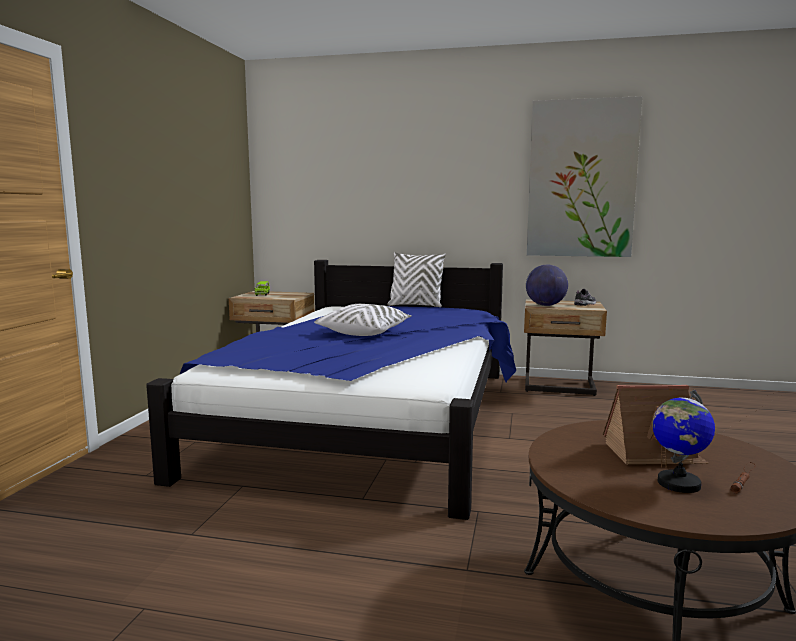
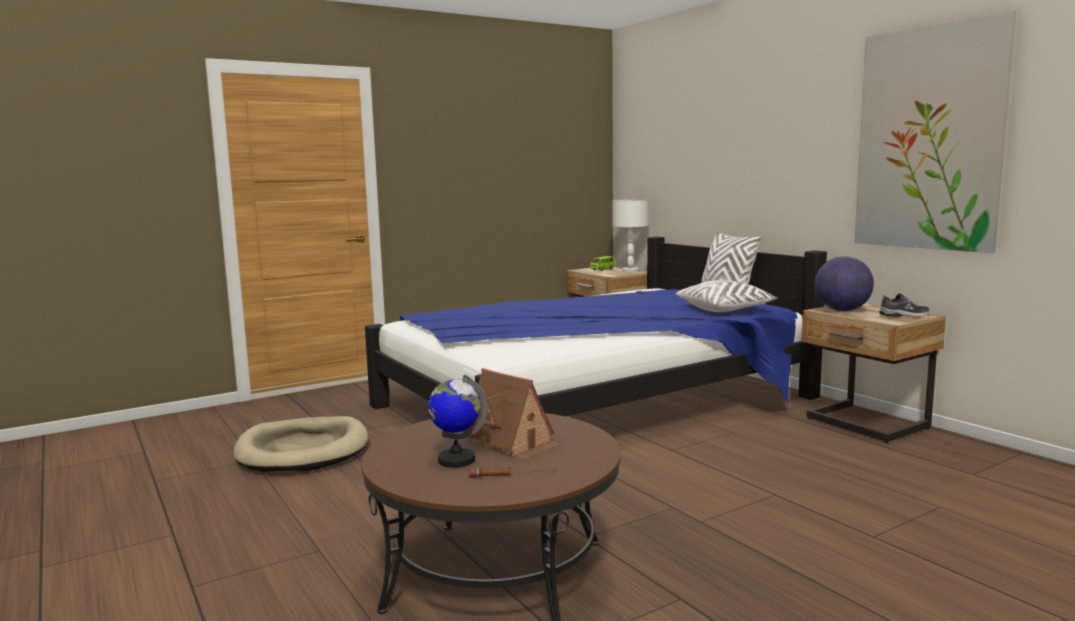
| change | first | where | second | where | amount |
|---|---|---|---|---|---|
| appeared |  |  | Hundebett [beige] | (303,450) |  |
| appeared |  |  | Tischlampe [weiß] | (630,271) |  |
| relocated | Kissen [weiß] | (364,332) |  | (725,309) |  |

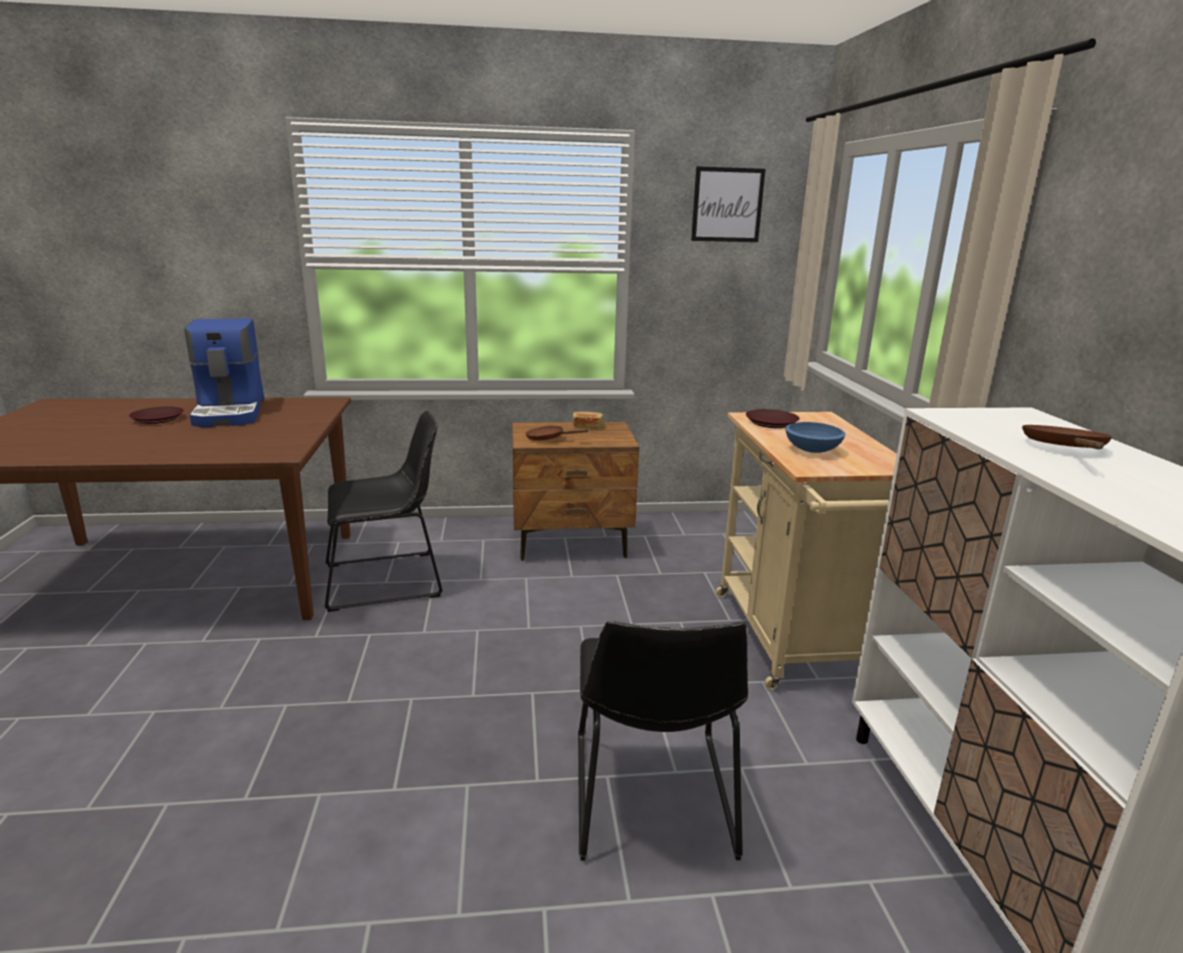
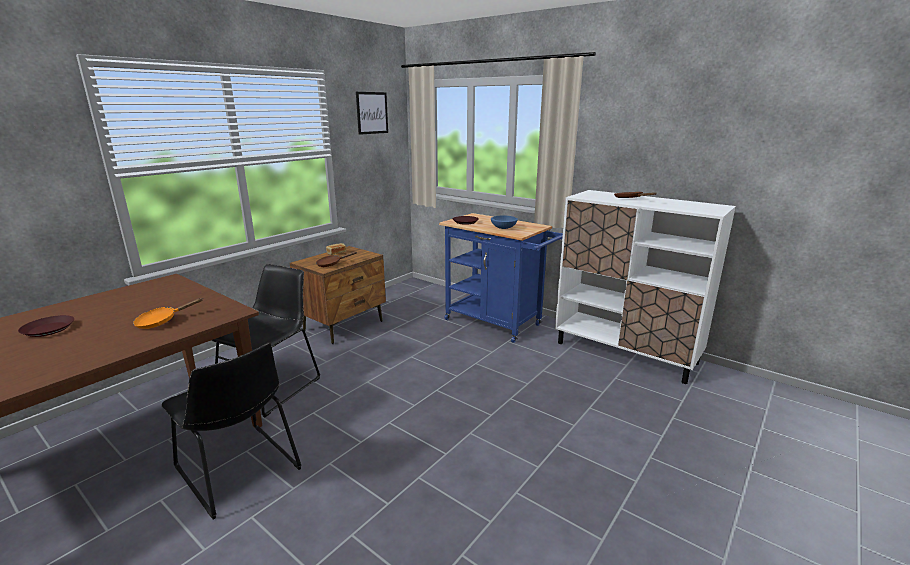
| change | first | where | second | where | amount |
|---|---|---|---|---|---|
| missing | Kaffeemaschine | (231,412) |  |  |  |
| appeared |  |  | Pfanne [orange] | (161,321) |  |
| relocated | Stuhl [schwarz] | (652,801) |  | (240,471) |  |
| colour | Rollwagen [beige] | (795,643) | Rollwagen [blau] | (497,323) |  |

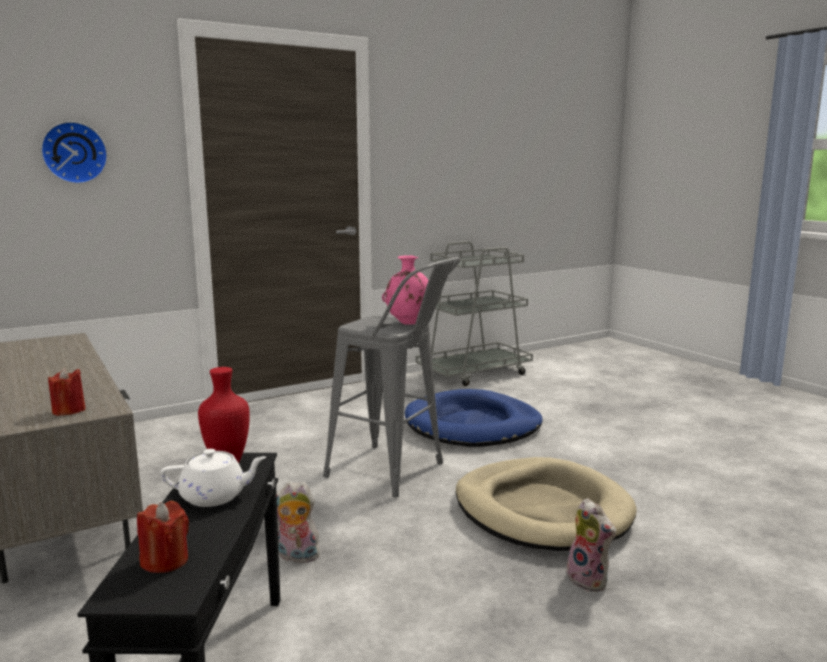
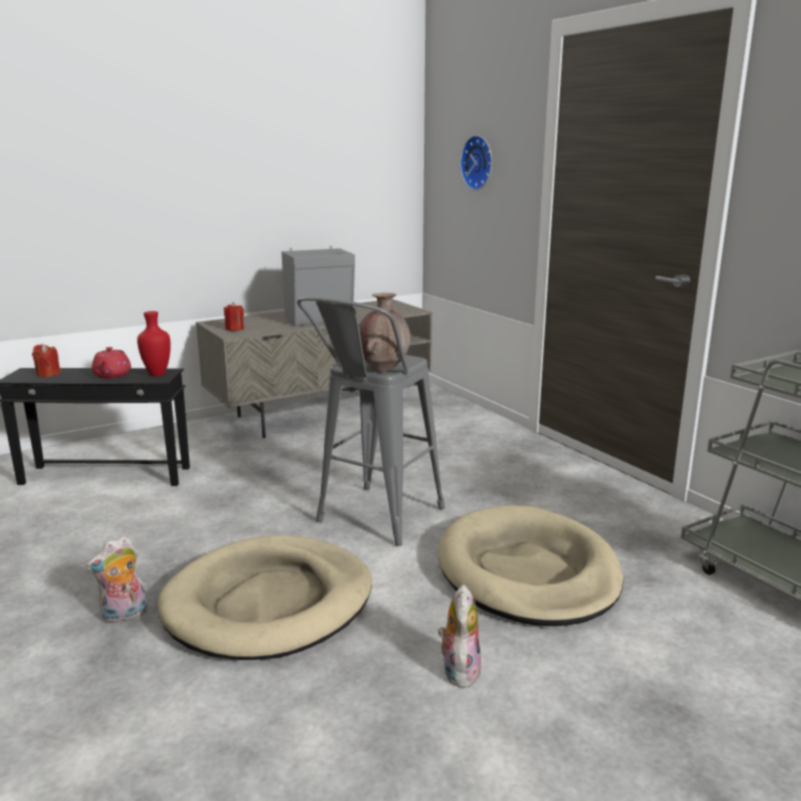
| change | first | where | second | where | amount |
|---|---|---|---|---|---|
| appeared |  |  | Lautsprecher [grau] | (321,320) |  |
| relocated | Plüschtier | (296,557) |  | (458,670) |  |
| colour | Teekanne [weiß] | (215,496) | Teekanne [rot] | (112,375) |  |
| colour | Vase [rosa] | (408,323) | Vase [braun] | (383,369) |  |
| colour | Hundebett [blau] | (473,425) | Hundebett [beige] | (527,572) |  |

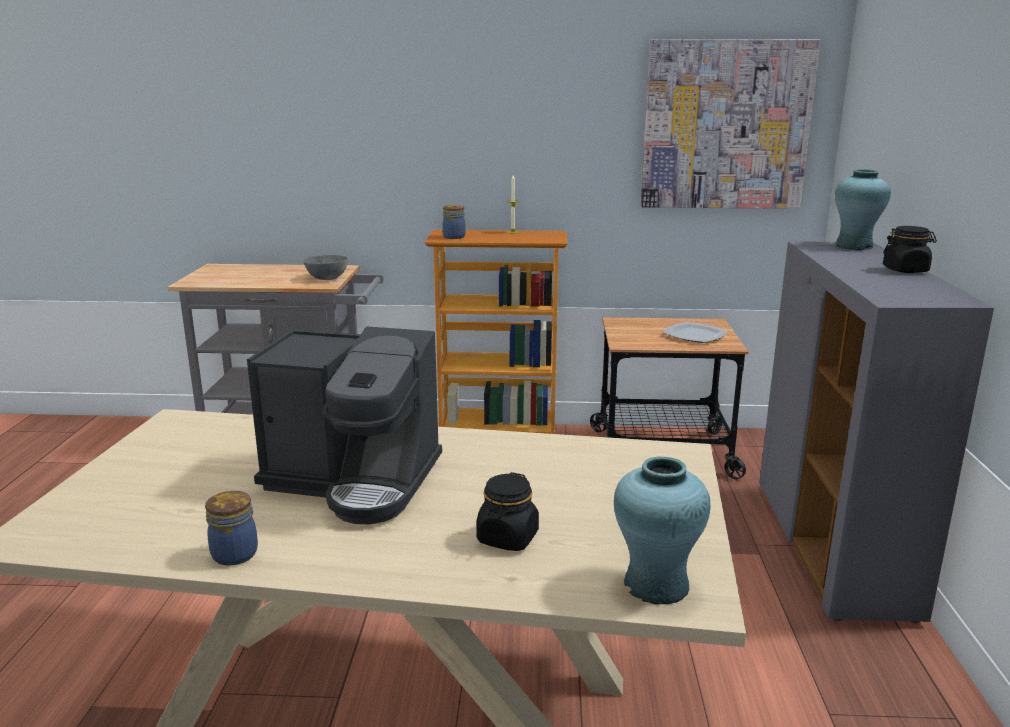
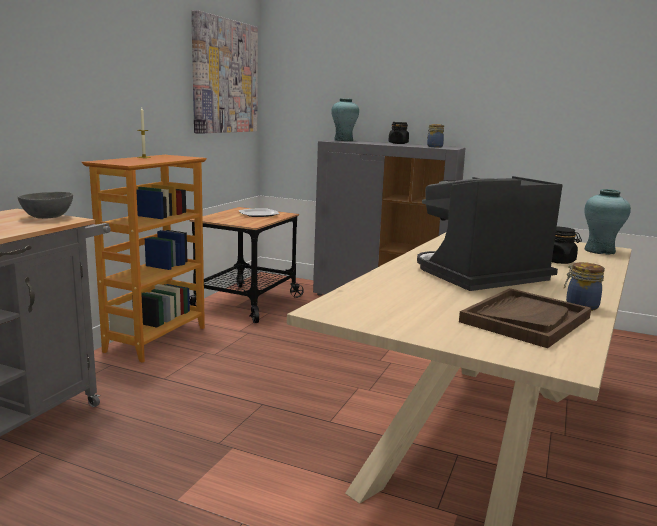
| change | first | where | second | where | amount |
|---|---|---|---|---|---|
| appeared |  |  | Tablett [braun] | (525,320) |  |
| relocated | Vorratsglas | (454,237) |  | (434,147) |  |
| spun | Kaffeemaschine | (355,481) |  | (481,276) | 150 degrees counterclockwise |

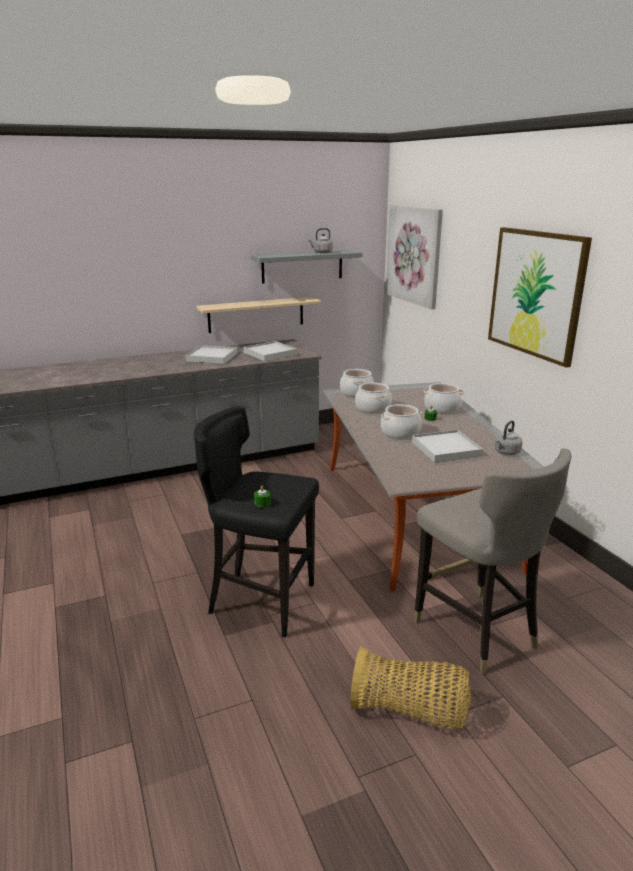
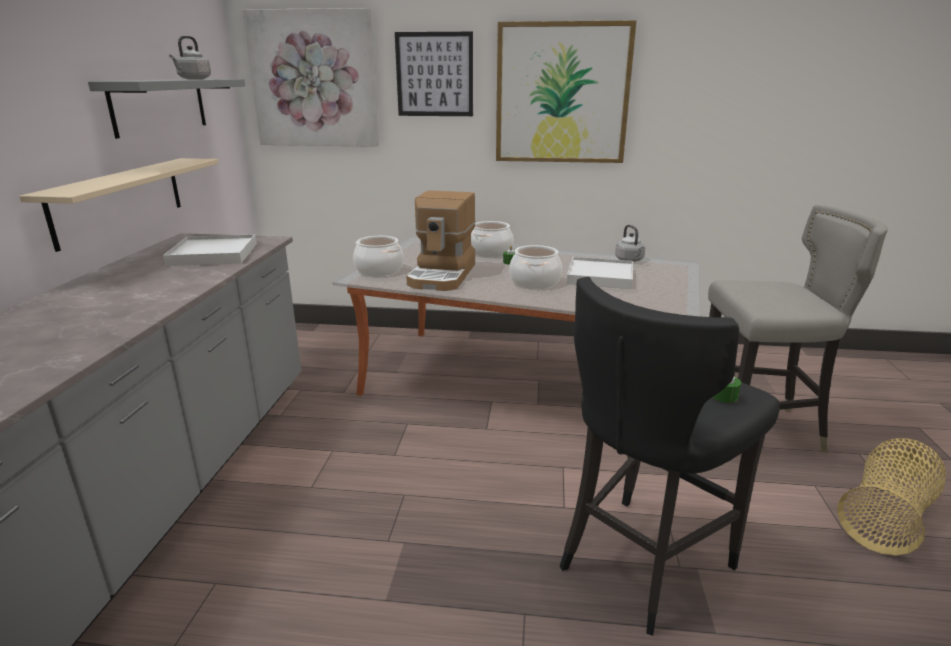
| change | first | where | second | where | amount |
|---|---|---|---|---|---|
| missing | Tablett [weiß] | (212,357) |  |  |  |
| appeared |  |  | Bild | (434,75) |  |
| exchanged | Kochtopf | (373,408) | Kaffeemaschine | (443,275) |  |

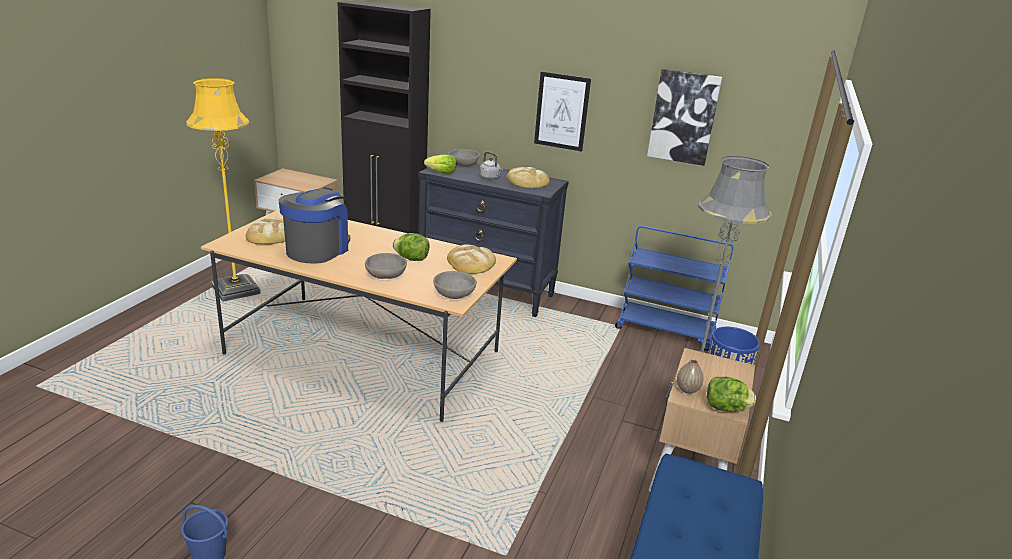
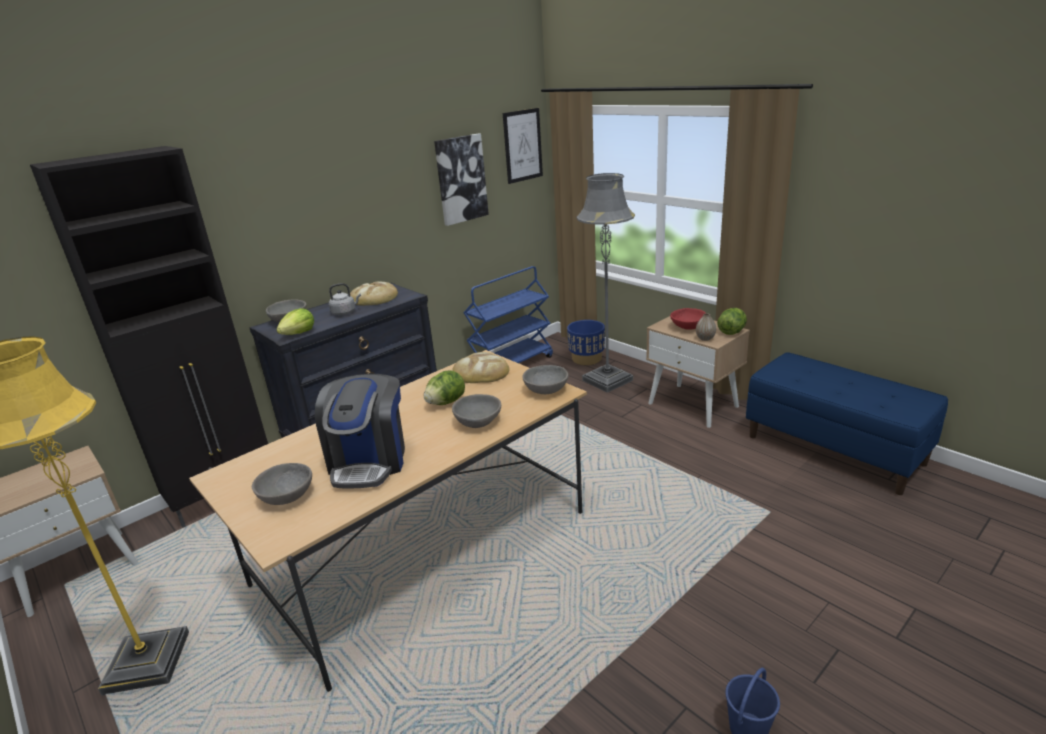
| change | first | where | second | where | amount |
|---|---|---|---|---|---|
| appeared |  |  | Schüssel [rot] | (687,327) |  |
| relocated | Bild | (561,111) |  | (522,145) |  |
| exchanged | Brot | (271,235) | Schüssel [grau] | (288,496) |  |
| spun | Kaffeemaschine | (317,250) |  | (369,461) | 135 degrees counterclockwise |

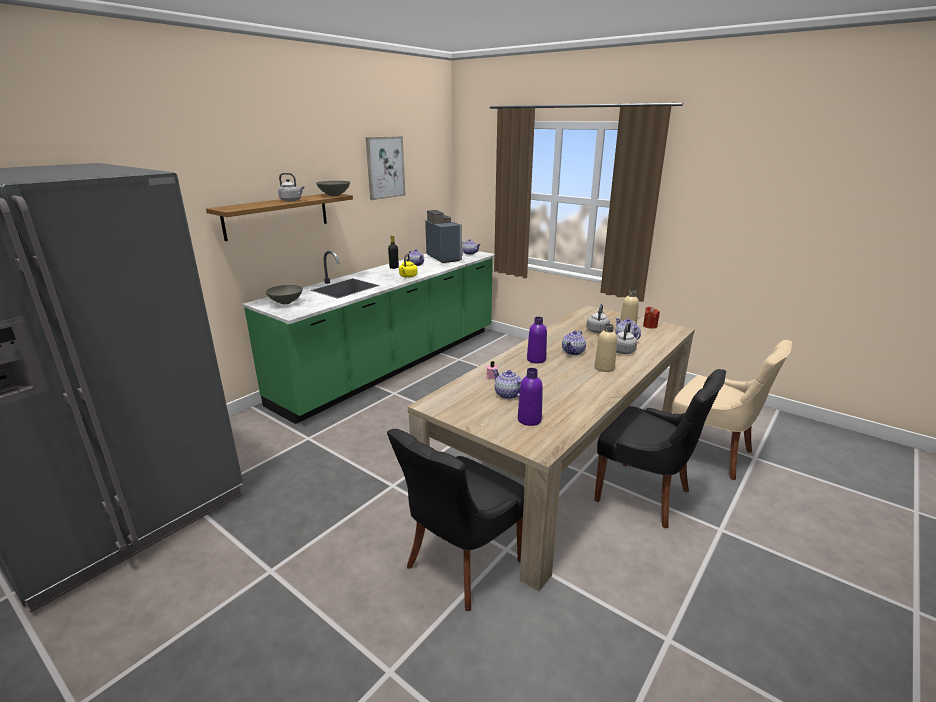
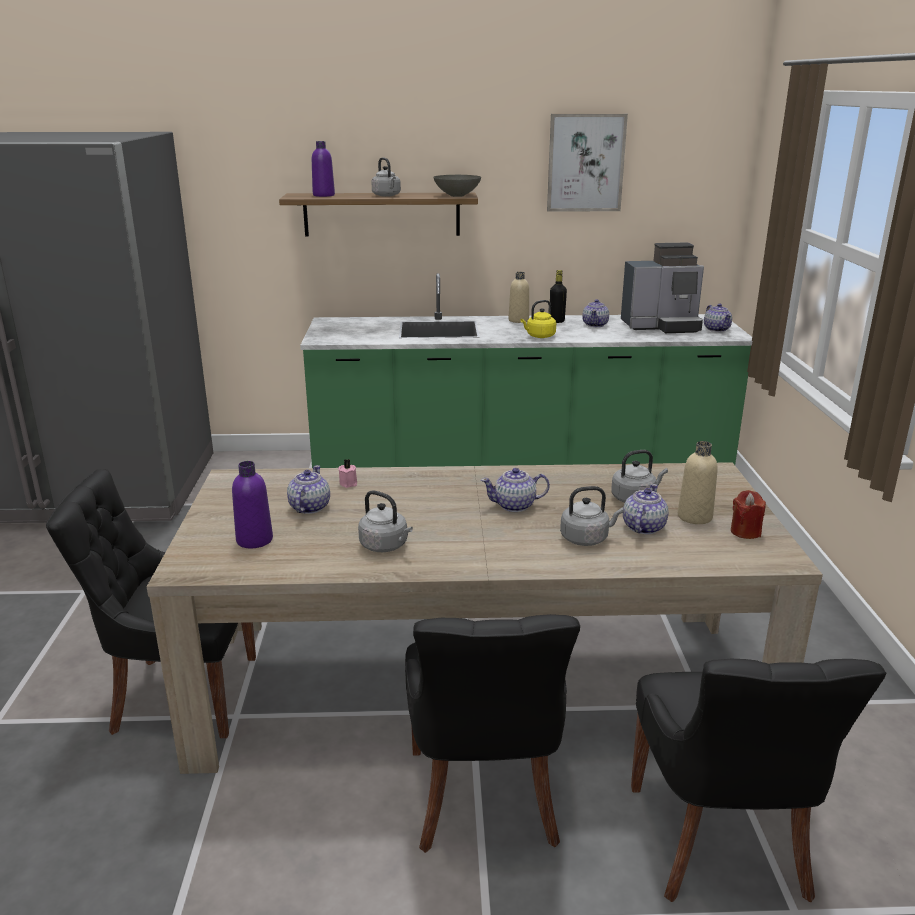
| change | first | where | second | where | amount |
|---|---|---|---|---|---|
| missing | Schüssel [grau] | (286,302) |  |  |  |
| appeared |  |  | Wasserkessel [grau] | (386,546) |  |
| relocated | Flasche [lila] | (536,359) |  | (323,195) |  |
| relocated | Flasche [beige] | (604,368) |  | (518,320) |  |
| colour | Stuhl [beige] | (712,454) | Stuhl [schwarz] | (720,844) |  |
| spun | Kaffeemaschine | (445,257) |  | (662,326) | 60 degrees clockwise |

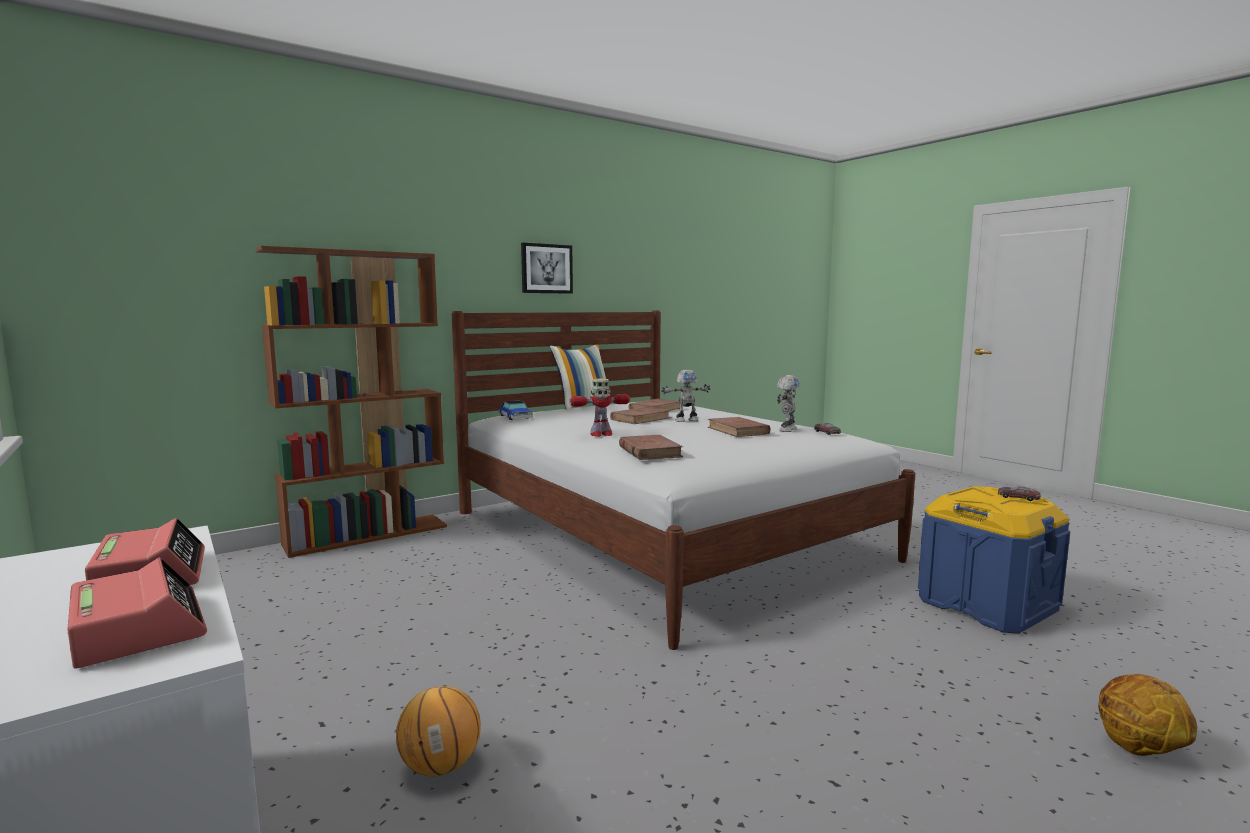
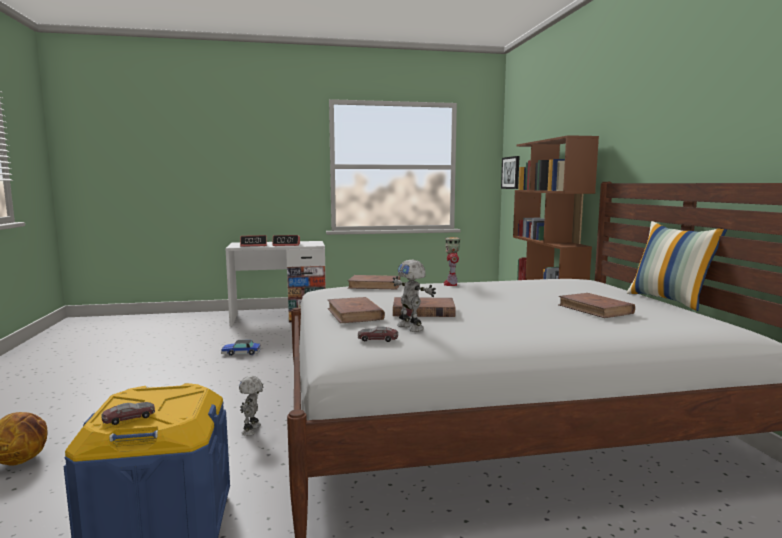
| change | first | where | second | where | amount |
|---|---|---|---|---|---|
| missing | Basketball | (440,766) |  |  |  |
| relocated | Spielzeugauto | (515,417) |  | (241,353) |  |
| relocated | Bild | (546,268) |  | (511,172) |  |
| relocated | Buch [braun] | (640,419) |  | (354,314) |  |
| relocated | Spielzeugroboter | (686,420) |  | (252,430) |  |

